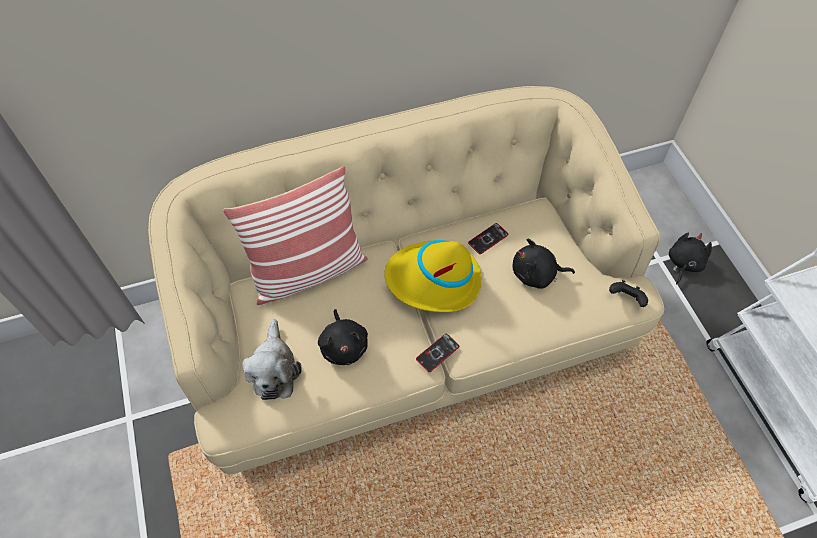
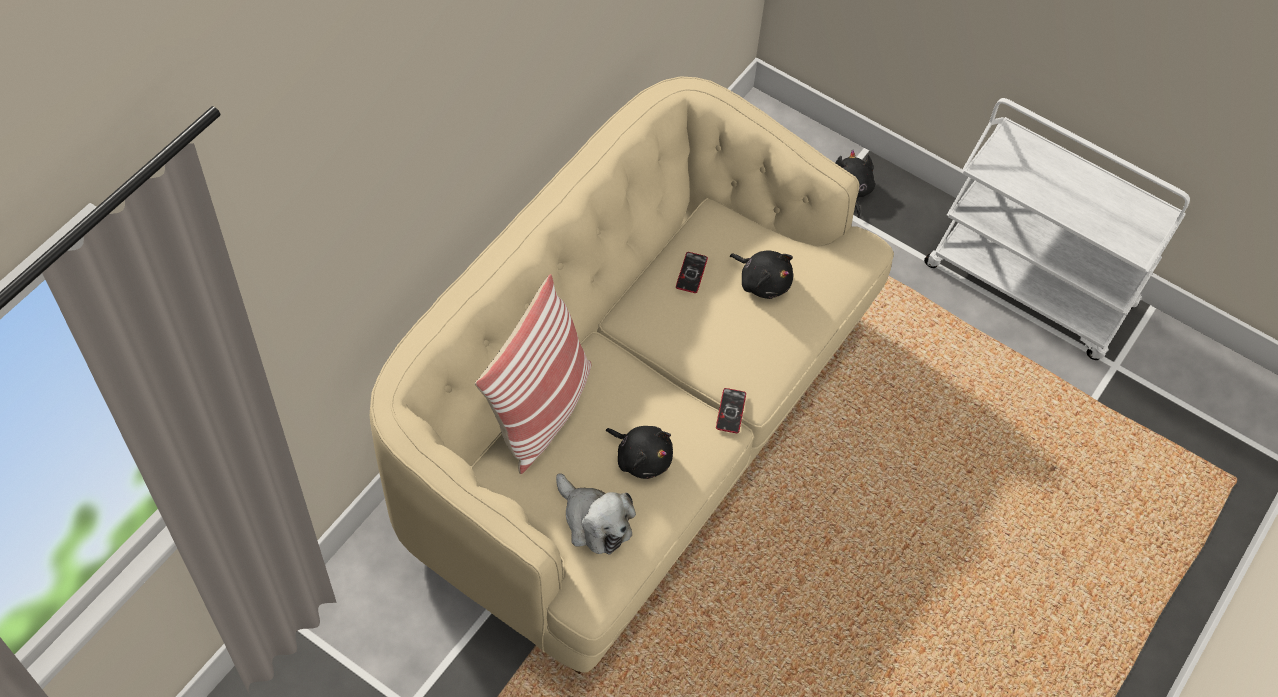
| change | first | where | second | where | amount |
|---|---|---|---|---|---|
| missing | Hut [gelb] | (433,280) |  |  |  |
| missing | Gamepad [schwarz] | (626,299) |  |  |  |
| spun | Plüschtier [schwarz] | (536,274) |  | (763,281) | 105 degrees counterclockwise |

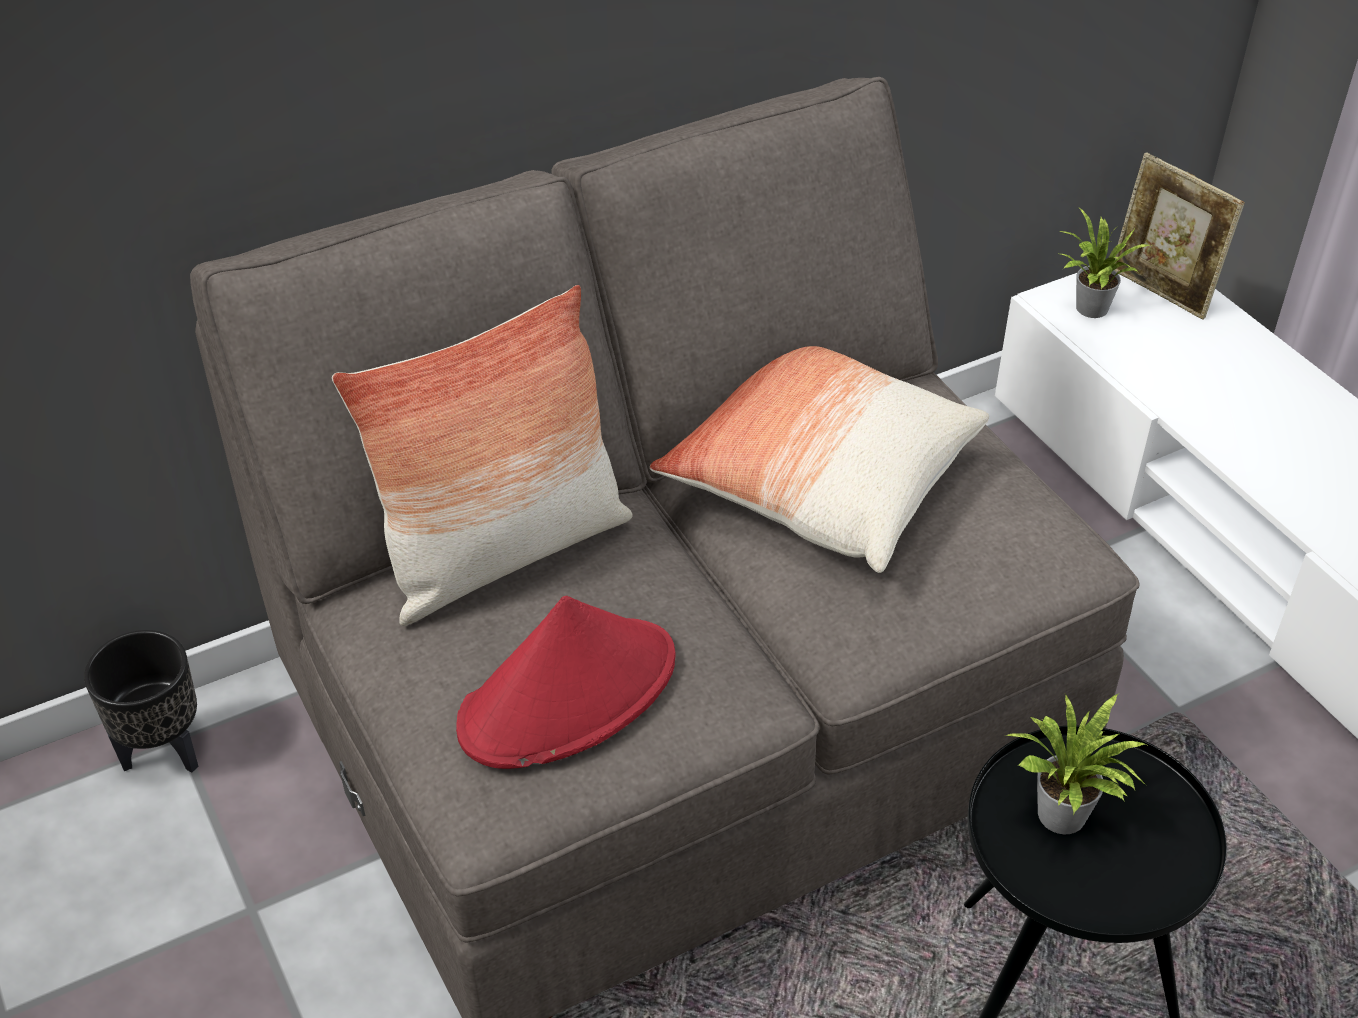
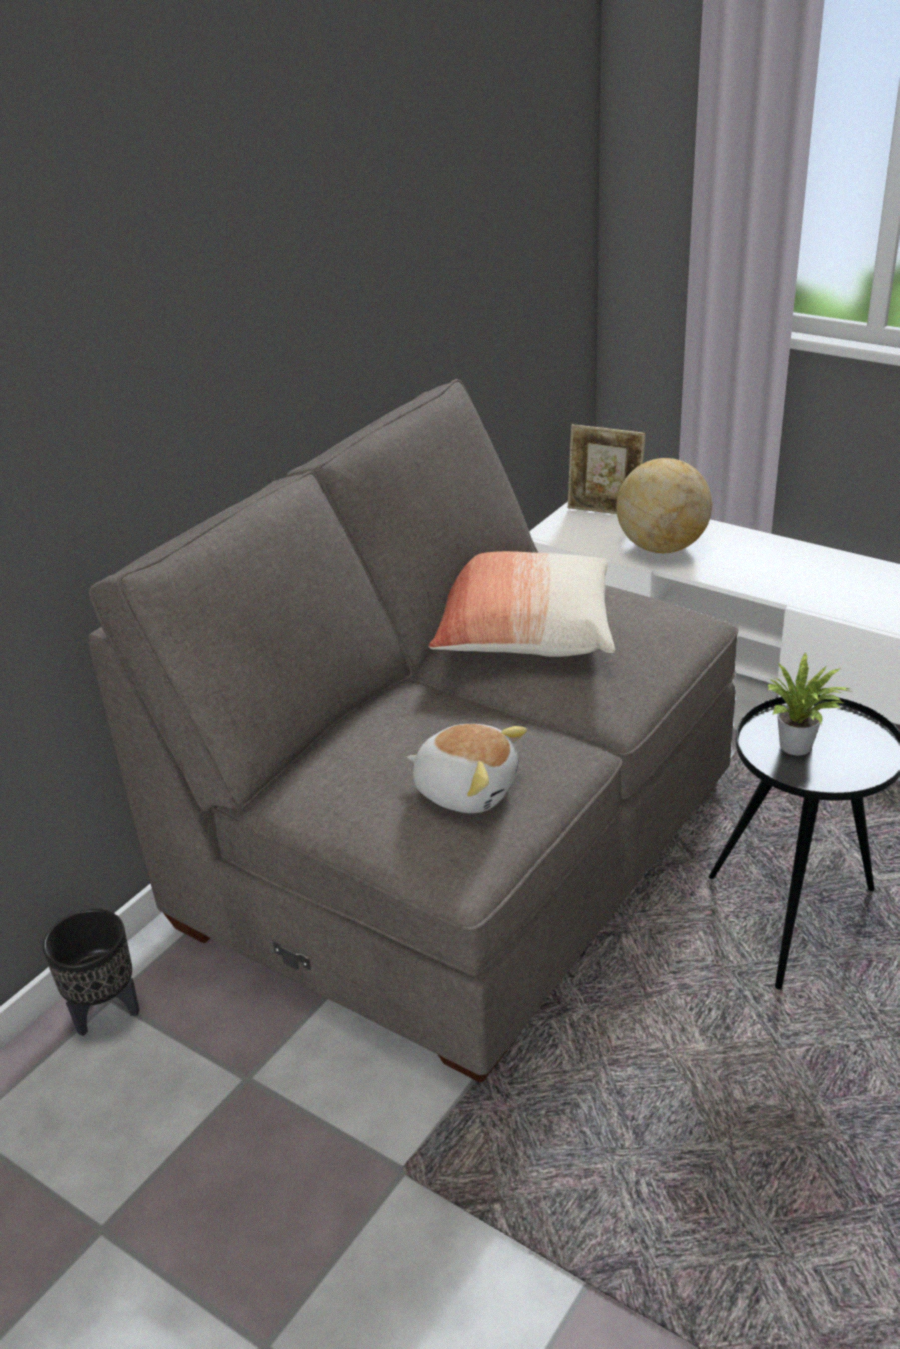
| change | first | where | second | where | amount |
|---|---|---|---|---|---|
| missing | Kissen | (504,553) |  |  |  |
| missing | Topfpflanze | (1088,310) |  |  |  |
| appeared |  |  | Globus | (661,547) |  |
| exchanged | Hut [rot] | (569,694) | Plüschtier | (466,789) |  |

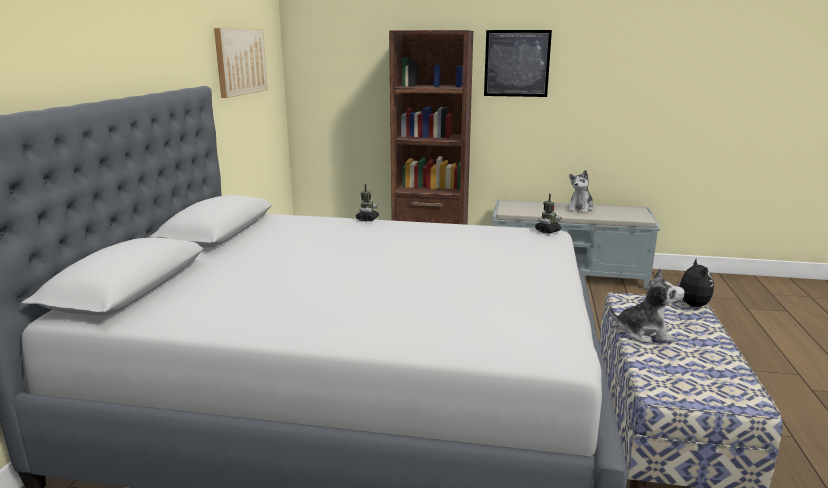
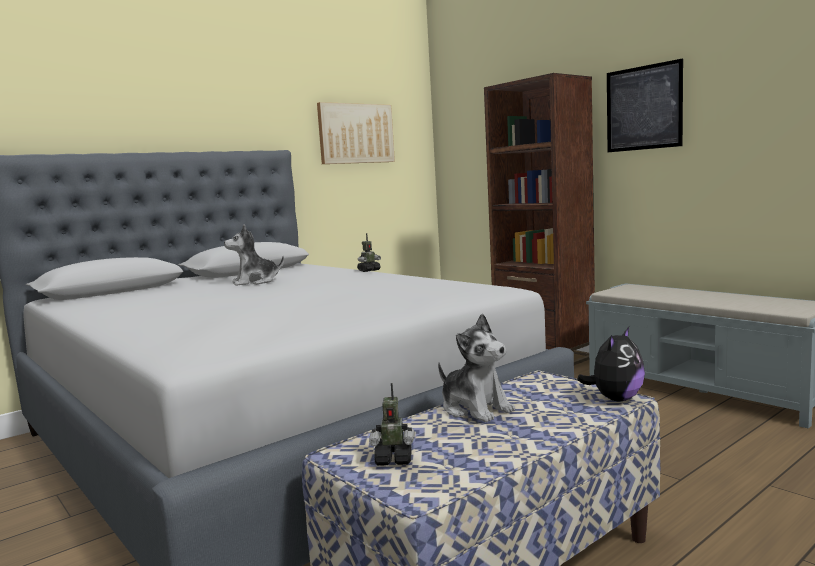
| change | first | where | second | where | amount |
|---|---|---|---|---|---|
| relocated | Spielzeugroboter | (547,231) |  | (394,459) |  |
| relocated | Plüschtier | (580,209) |  | (255,282) |  |

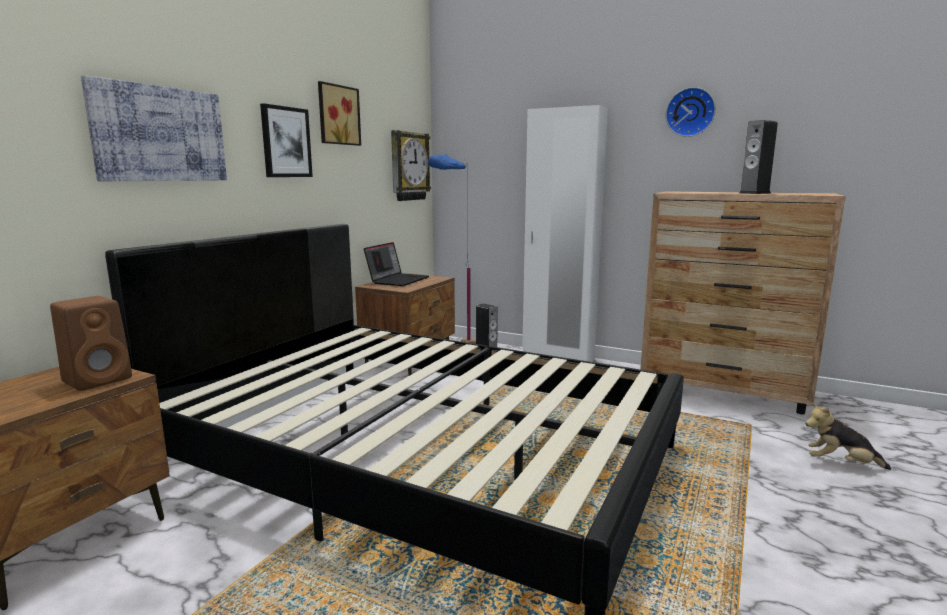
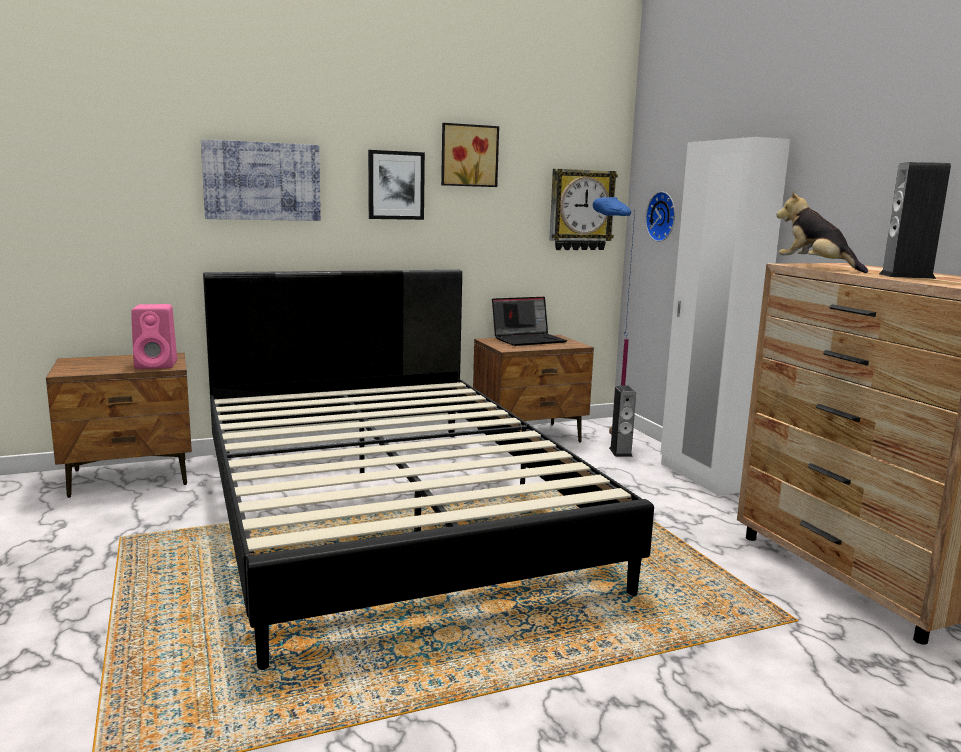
| change | first | where | second | where | amount |
|---|---|---|---|---|---|
| relocated | Wanduhr | (690,112) |  | (663,216) |  |
| relocated | Plüschtier | (840,463) |  | (816,268) |  |
| colour | Lautsprecher [braun] | (99,379) | Lautsprecher [rosa] | (158,365) |  |

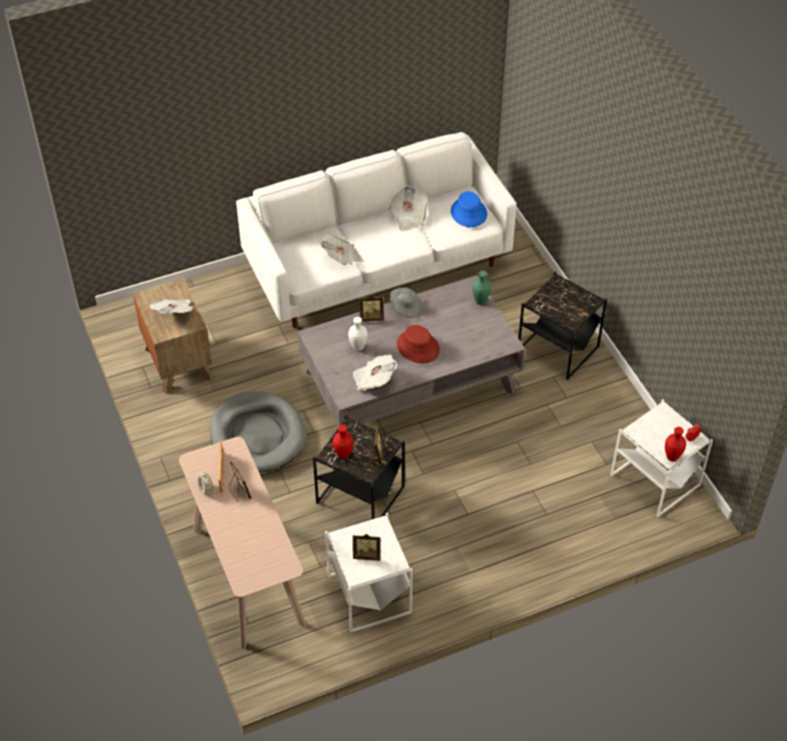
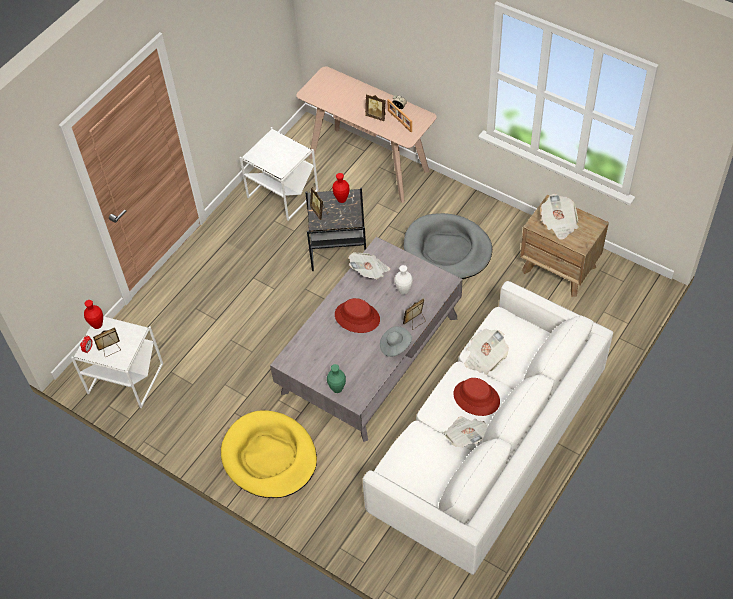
| change | first | where | second | where | amount |
|---|---|---|---|---|---|
| missing | Hut [blau] | (468,213) |  |  |  |
| appeared |  |  | Hut [rot] | (476,398) |  |
| relocated | Bilderrahmen | (367,555) |  | (111,349) |  |
| exchanged | Beistelltisch [schwarz] | (557,348) | Hundebett [gelb] | (269,457) |  |

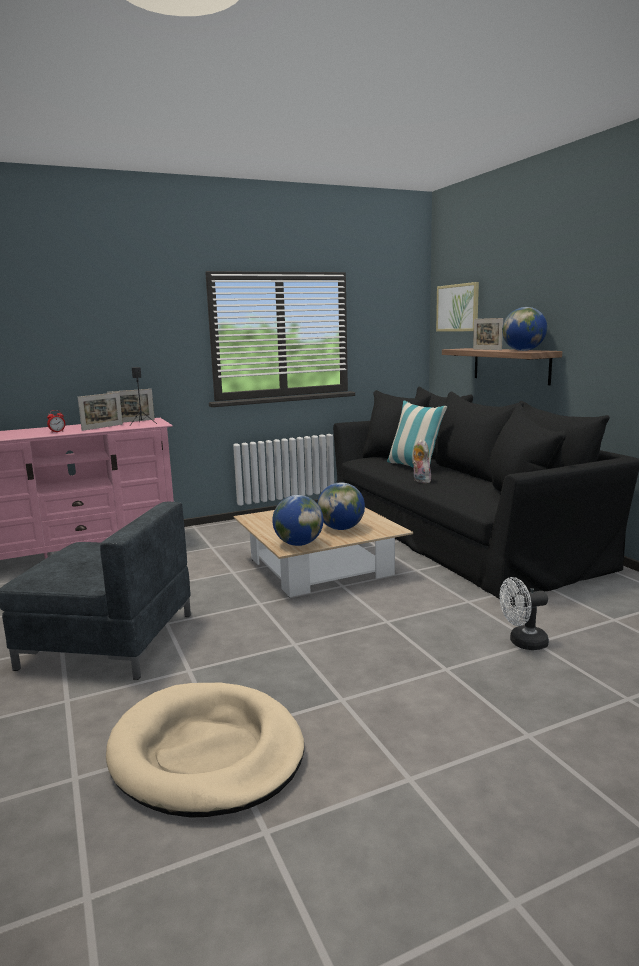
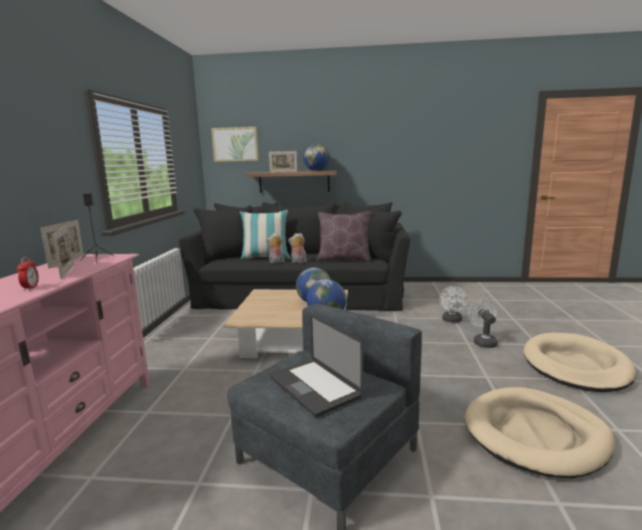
| change | first | where | second | where | amount |
|---|---|---|---|---|---|
| appeared |  |  | Plüschtier | (276,262) |  |
| appeared |  |  | Laptop | (314,387) |  |
| appeared |  |  | Kissen [braun] | (344,259) |  |
| appeared |  |  | Ventilator [weiß] | (483,342) |  |
| appeared |  |  | Hundebett [beige] | (575,366) |  |

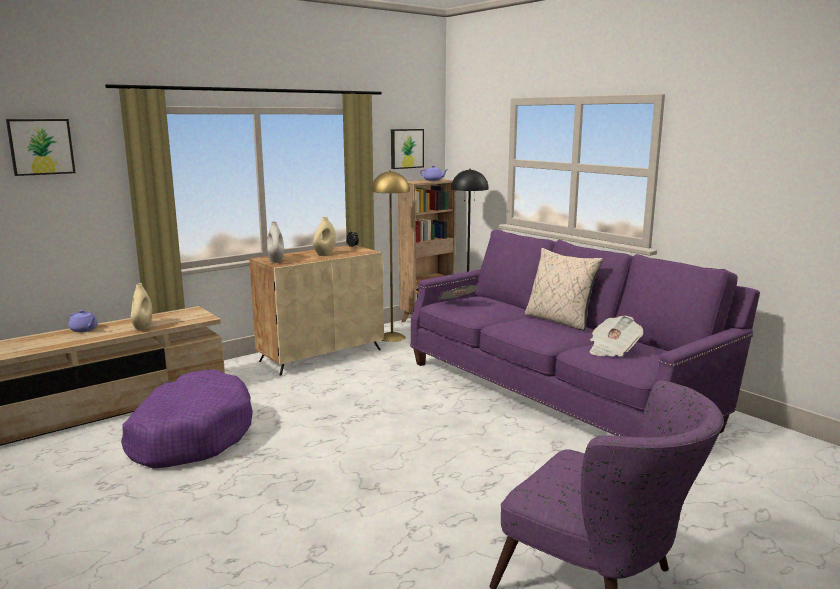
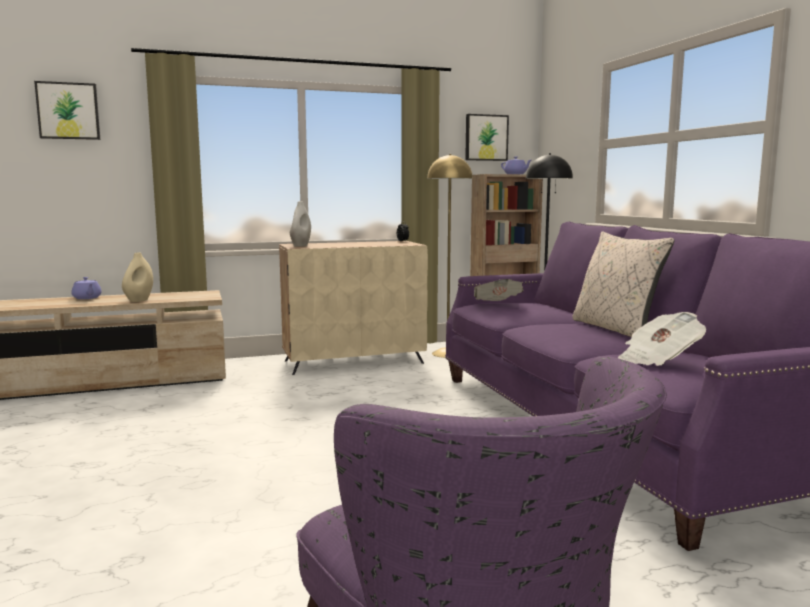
| change | first | where | second | where | amount |
|---|---|---|---|---|---|
| missing | Hundebett [lila] | (190,435) |  |  |  |
| missing | Vase [beige] | (325,254) |  |  |  |

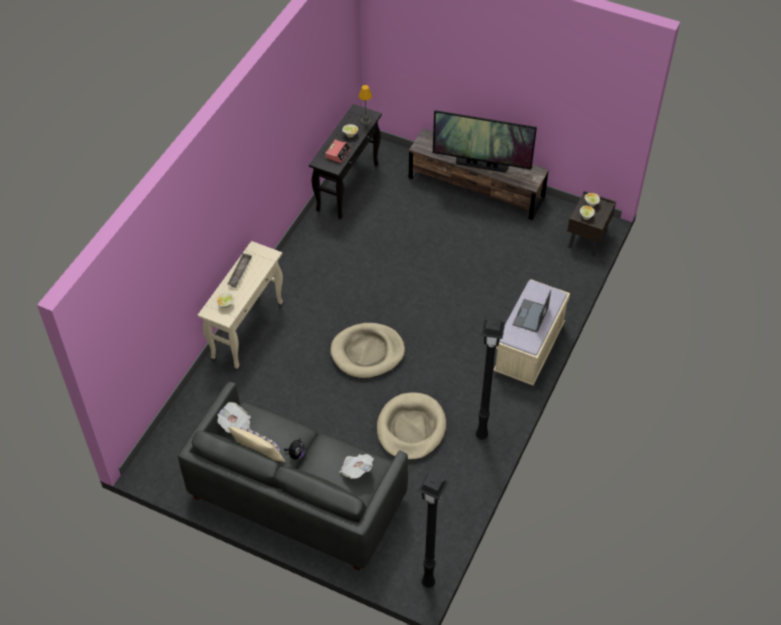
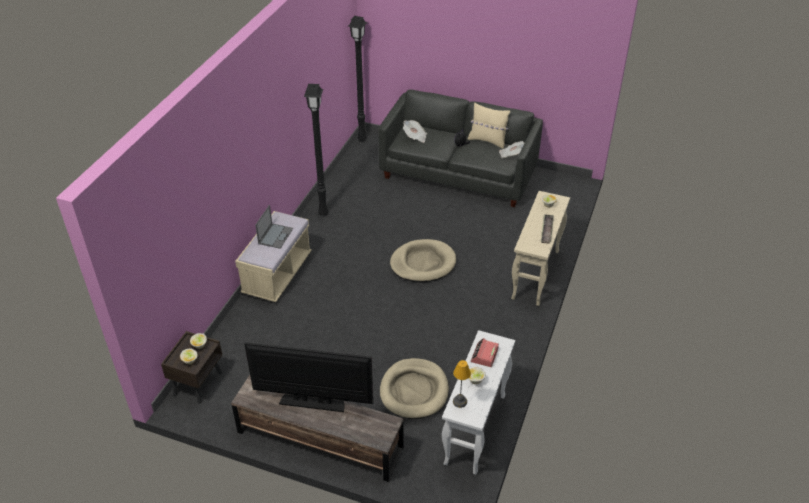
| change | first | where | second | where | amount |
|---|---|---|---|---|---|
| relocated | Hundebett [beige] | (411,428) |  | (414,391) |  |
| colour | Konsolentisch [schwarz] | (347,186) | Konsolentisch [weiß] | (475,430) |  |

